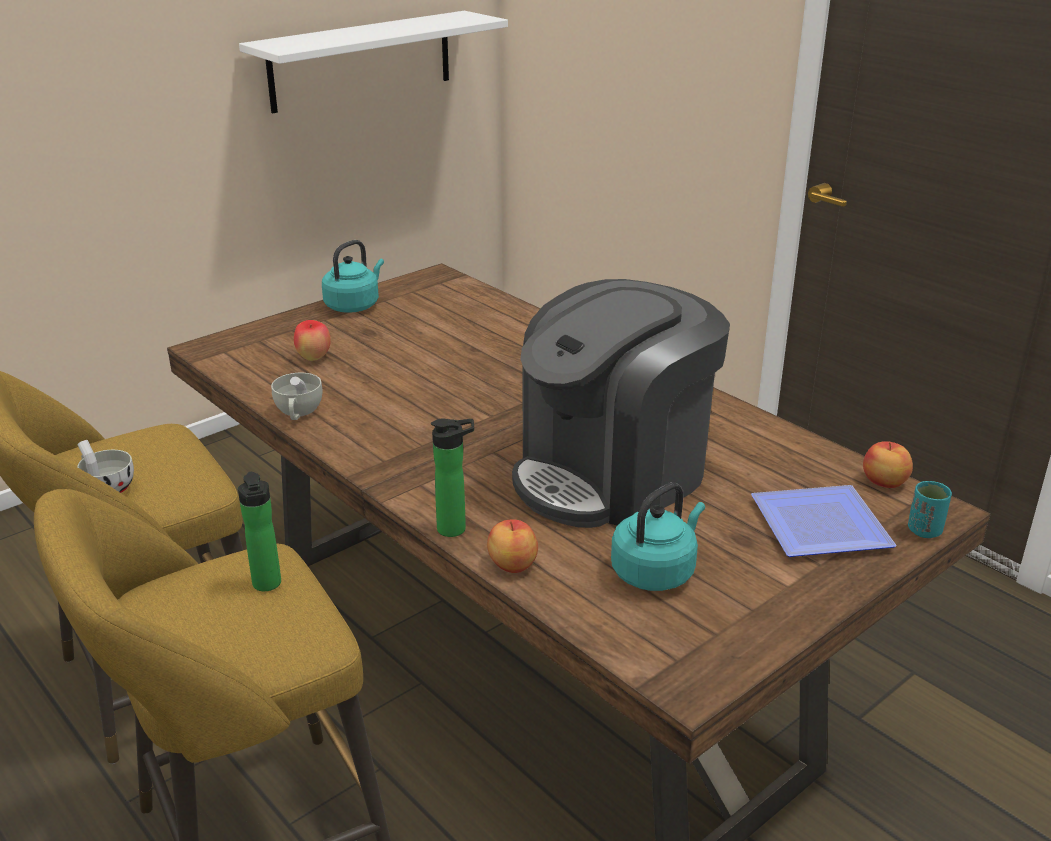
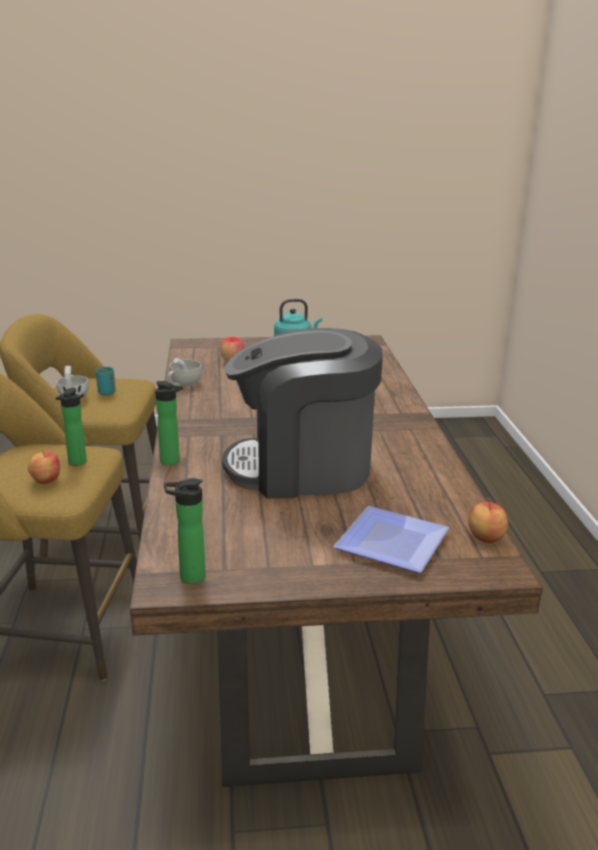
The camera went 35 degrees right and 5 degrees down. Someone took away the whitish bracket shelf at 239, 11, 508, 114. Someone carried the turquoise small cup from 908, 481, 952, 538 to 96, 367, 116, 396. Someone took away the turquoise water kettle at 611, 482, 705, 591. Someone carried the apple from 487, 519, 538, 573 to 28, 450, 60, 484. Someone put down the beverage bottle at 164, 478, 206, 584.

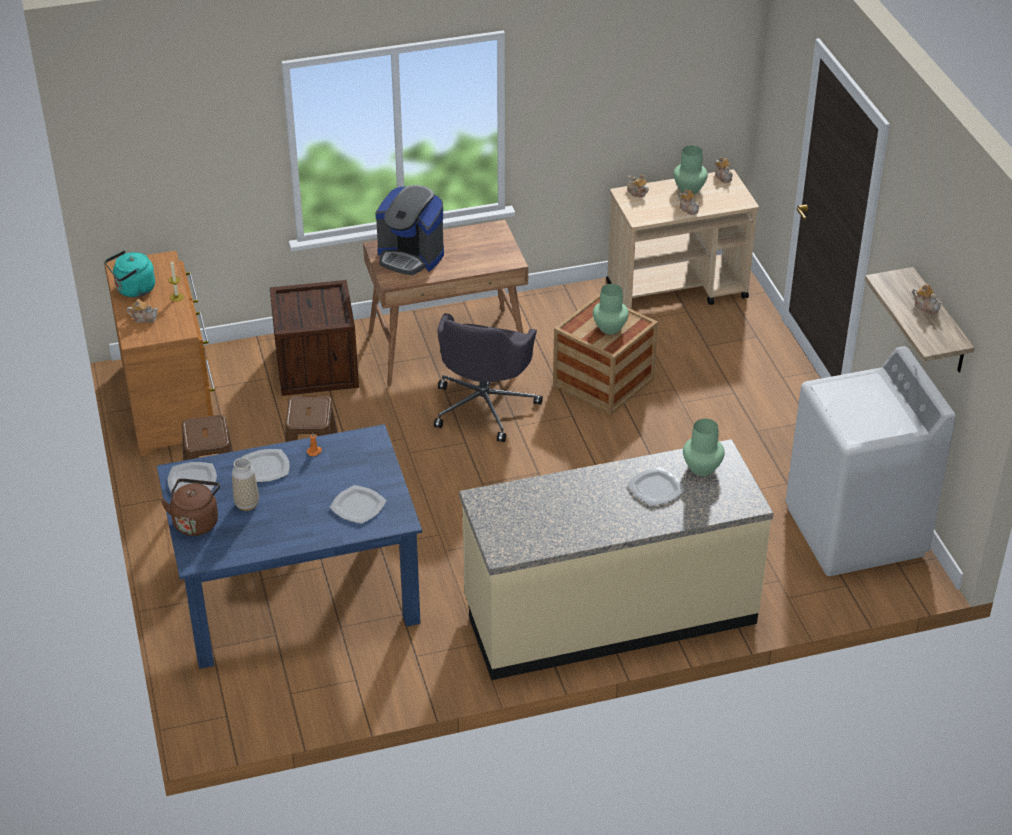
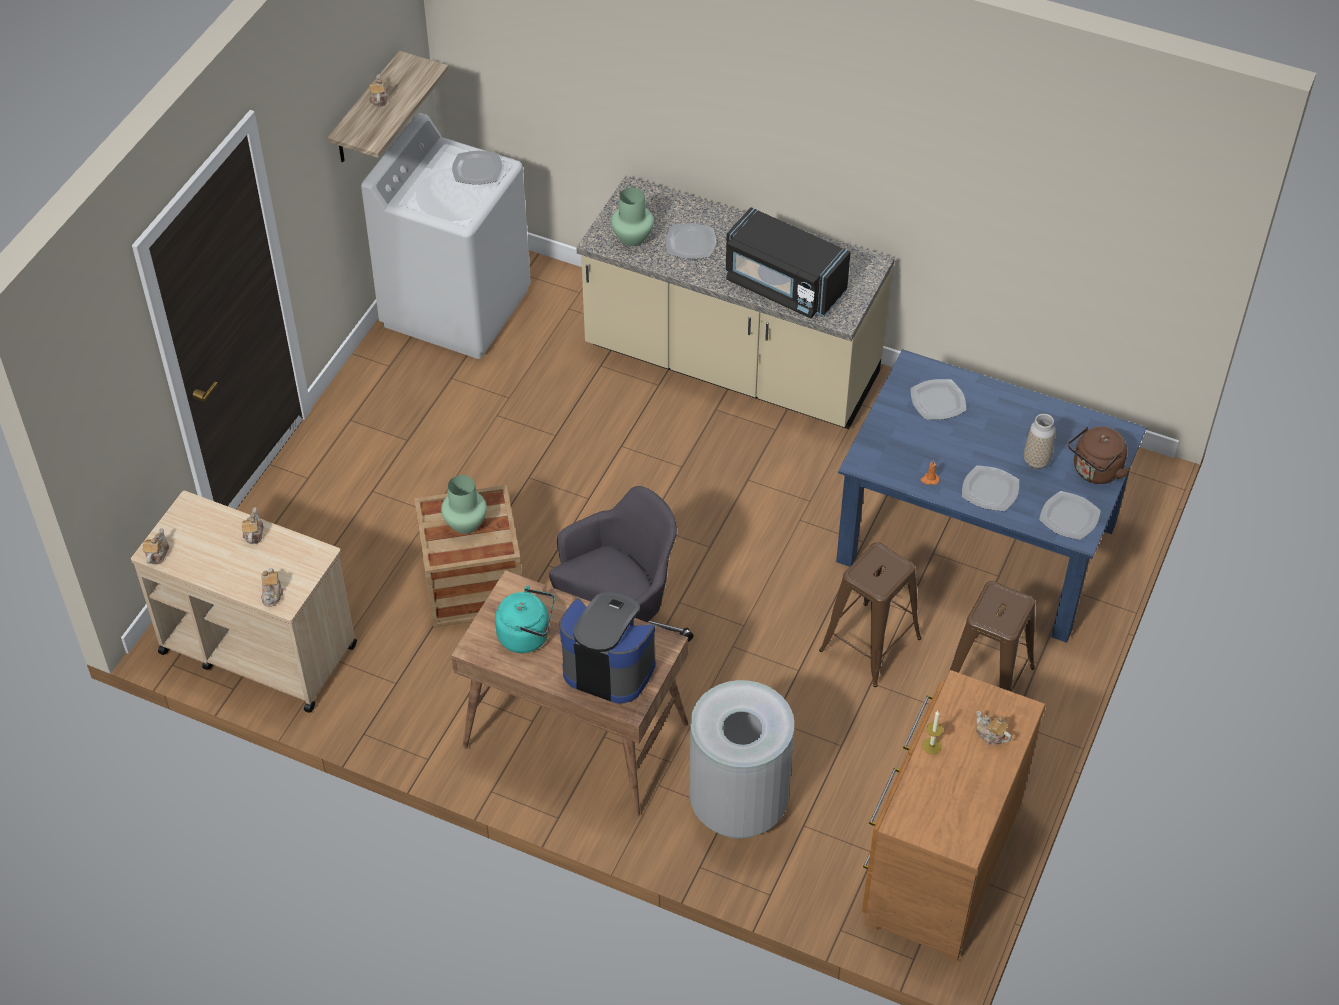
The camera went 140 degrees left and 10 degrees up. Someone took away the green-coloured vase at 674, 146, 708, 194. Someone rotated the coffee brewer at 376, 185, 444, 275 by 45 degrees counterclockwise. Someone carried the turquoise water kettle from 105, 250, 155, 297 to 495, 585, 555, 653. Someone swapped the shipping crate at 270, 280, 359, 396 for the grey waste bin at 689, 680, 794, 839. Someone put down the flat dish at 452, 151, 502, 184. Someone put down the black kitchen microwave at 726, 207, 851, 318.

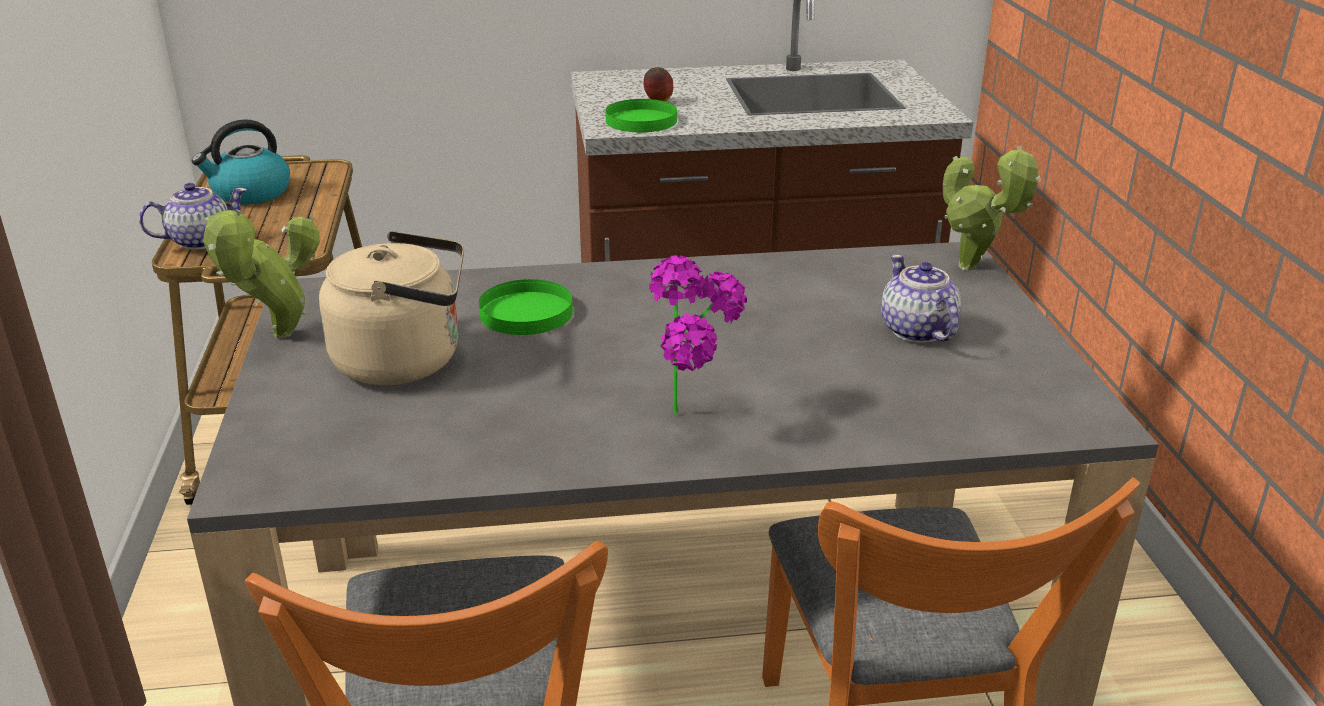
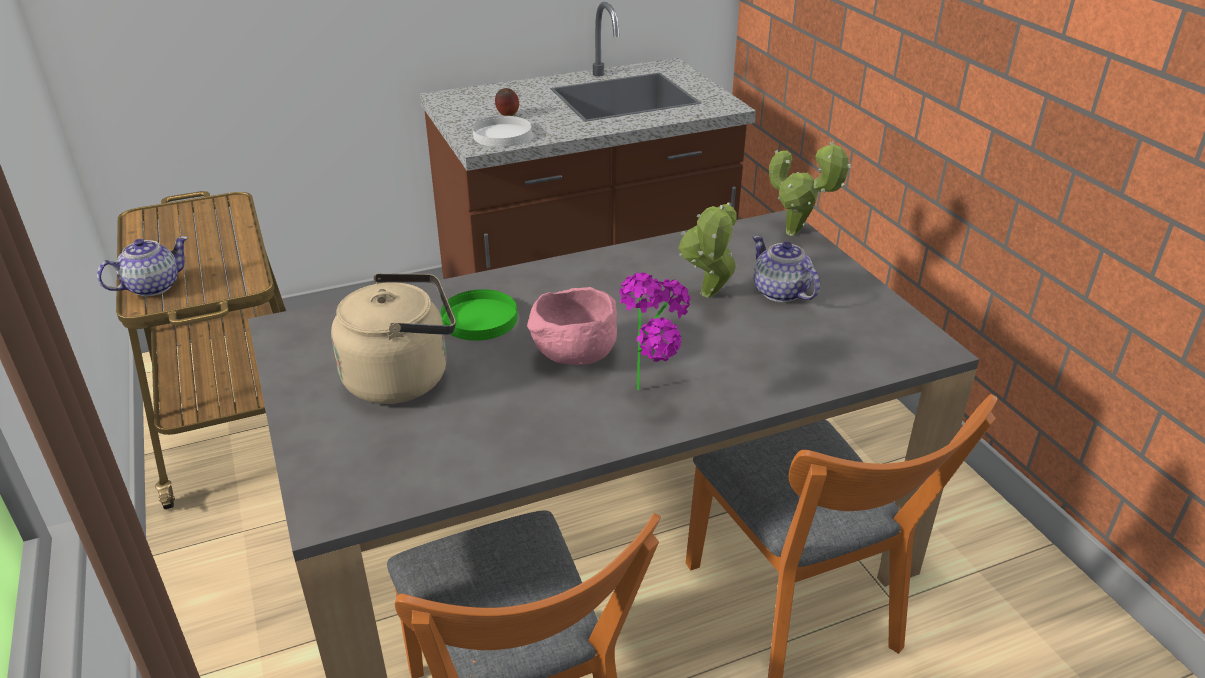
The camera went 15 degrees left and 5 degrees up. Someone repainted the green-coloured flat dish at 605, 99, 677, 132, which became the whitish flat dish at 473, 116, 532, 147. Someone took away the water kettle at 192, 119, 290, 205. Someone carried the plant in a pot from 203, 209, 320, 338 to 678, 202, 739, 298. Someone put down the pink-coloured deep dish at 527, 287, 617, 365.

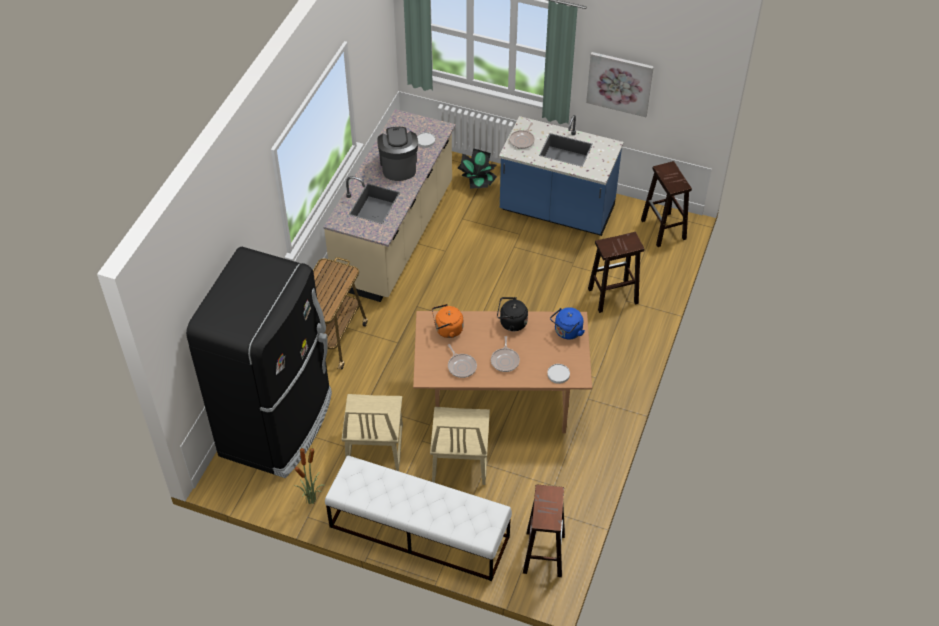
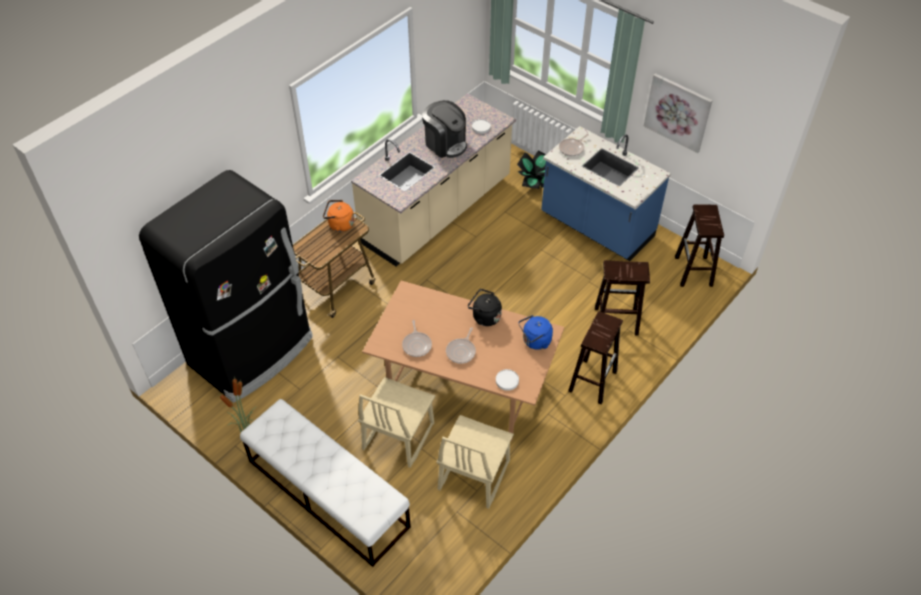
The camera went 20 degrees right and 0 degrees up. Someone rotated the coffee brewer at 377, 127, 418, 181 by 120 degrees clockwise. Someone carried the orange water kettle from 432, 304, 463, 338 to 323, 200, 354, 232. Someone carried the sand-coloured plain chair from 342, 394, 403, 471 to 436, 415, 514, 509. Someone carried the brown stool from 523, 485, 565, 577 to 568, 311, 623, 405.

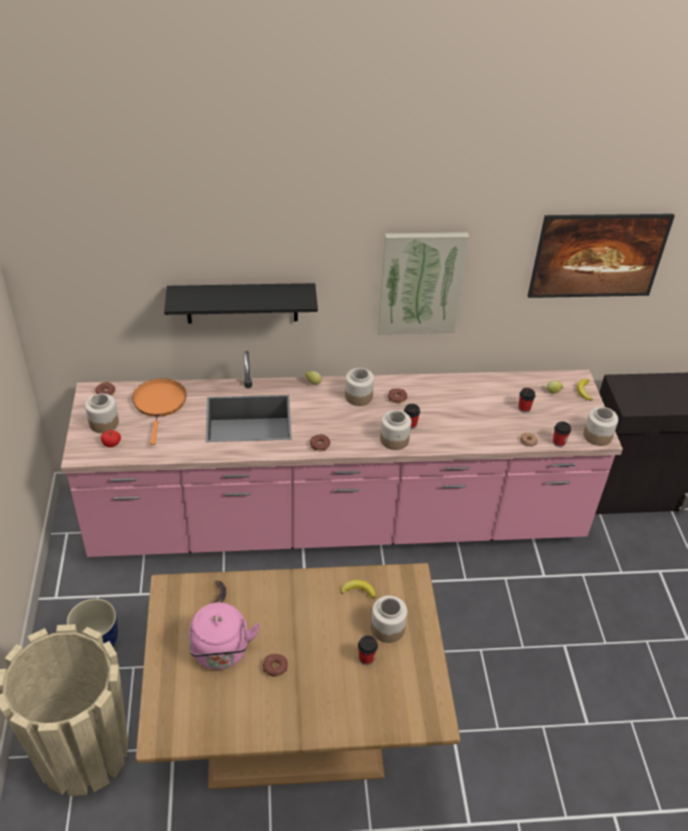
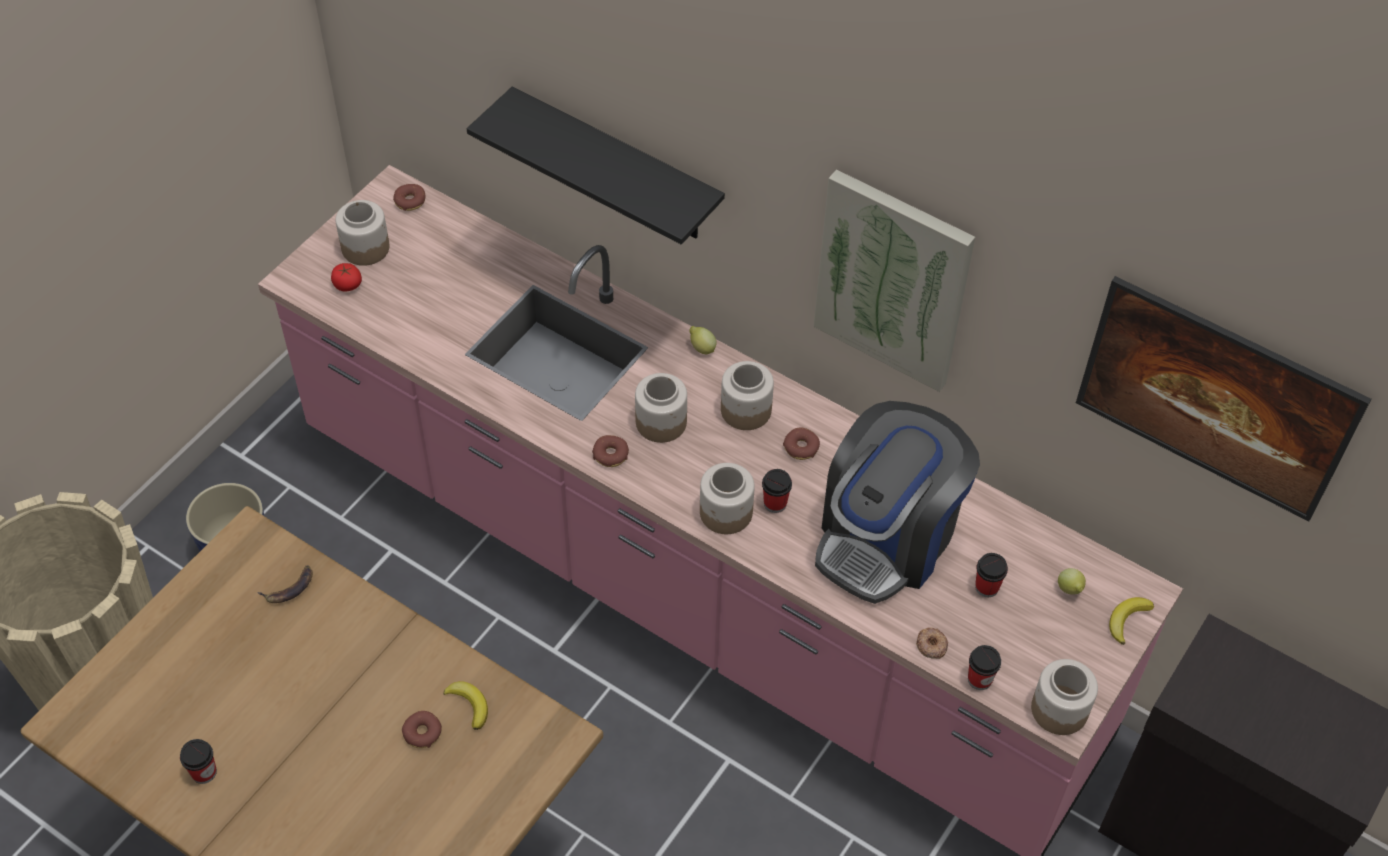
The camera went 40 degrees right and 10 degrees up. Someone took away the orange skillet at 132, 378, 187, 445. Someone carried the jar from 371, 596, 407, 643 to 635, 373, 687, 443. Someone took away the pink-coloured water kettle at 189, 602, 260, 670. Someone carried the small cup from 358, 635, 378, 665 to 180, 739, 217, 784. Someone carried the donut from 263, 654, 288, 677 to 402, 711, 442, 748. Someone put down the coffee brewer at 815, 401, 980, 604.

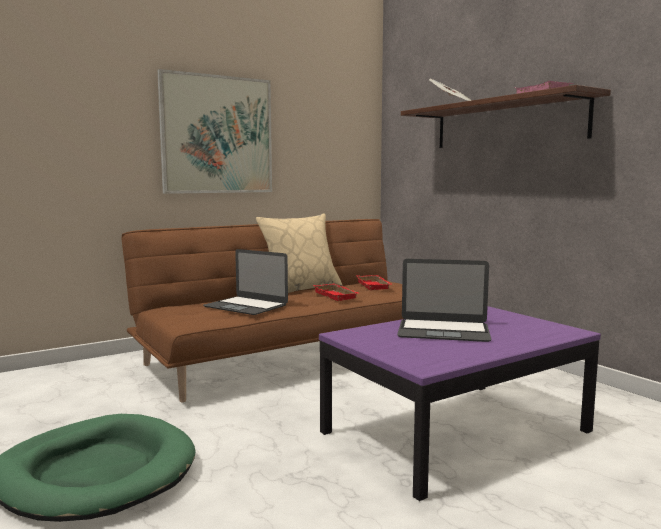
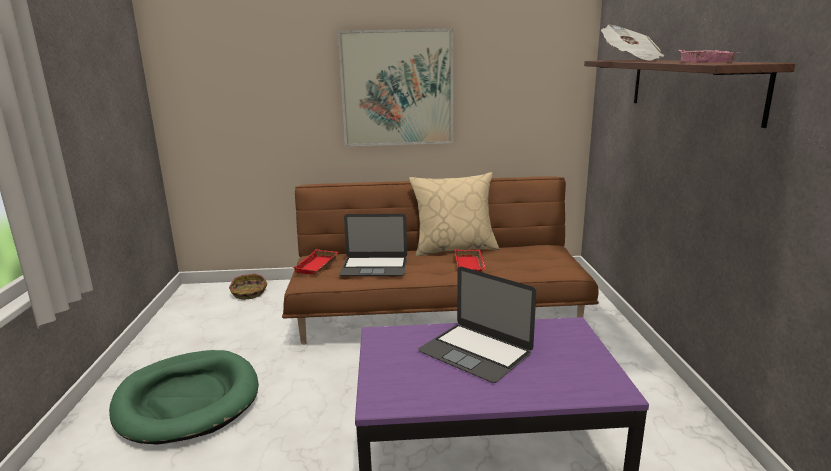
The camera went 30 degrees right and 10 degrees up. Someone rotated the laptop at 203, 249, 288, 315 by 60 degrees counterclockwise. Someone carried the reddish carrying tray from 356, 275, 393, 290 to 293, 249, 338, 274. Someone put down the storage basket at 229, 273, 267, 300.

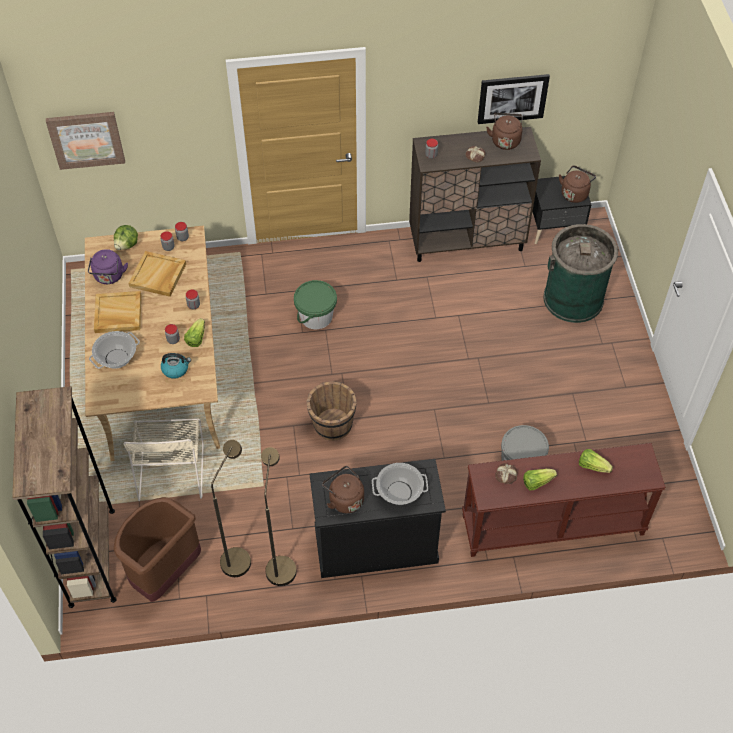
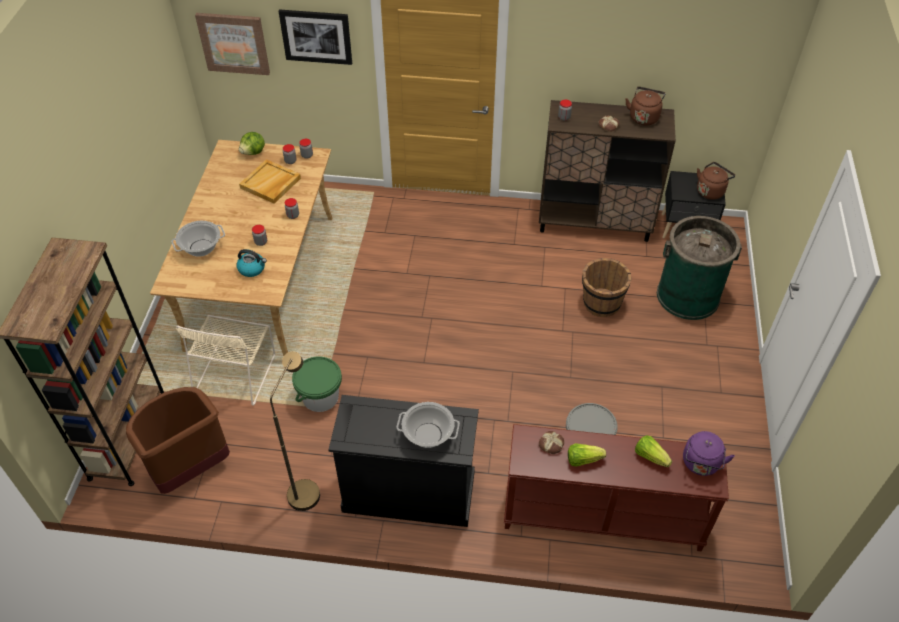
The camera went 15 degrees right and 5 degrees down. Someone carried the wall art from 478, 74, 550, 124 to 279, 9, 352, 65. Someone carried the purple water kettle from 88, 249, 128, 284 to 683, 431, 735, 476. Someone carried the green-coloured bucket from 294, 280, 337, 329 to 292, 357, 342, 412. Someone took away the sand-coloured carrying tray at 94, 291, 141, 333. Someone took away the lettuce at 184, 318, 205, 347. Someone carried the brown bucket from 306, 381, 357, 441 to 582, 258, 631, 317. Someone took away the brown standing lamp at 211, 440, 251, 577. Someone took away the brown water kettle at 322, 466, 364, 513.

